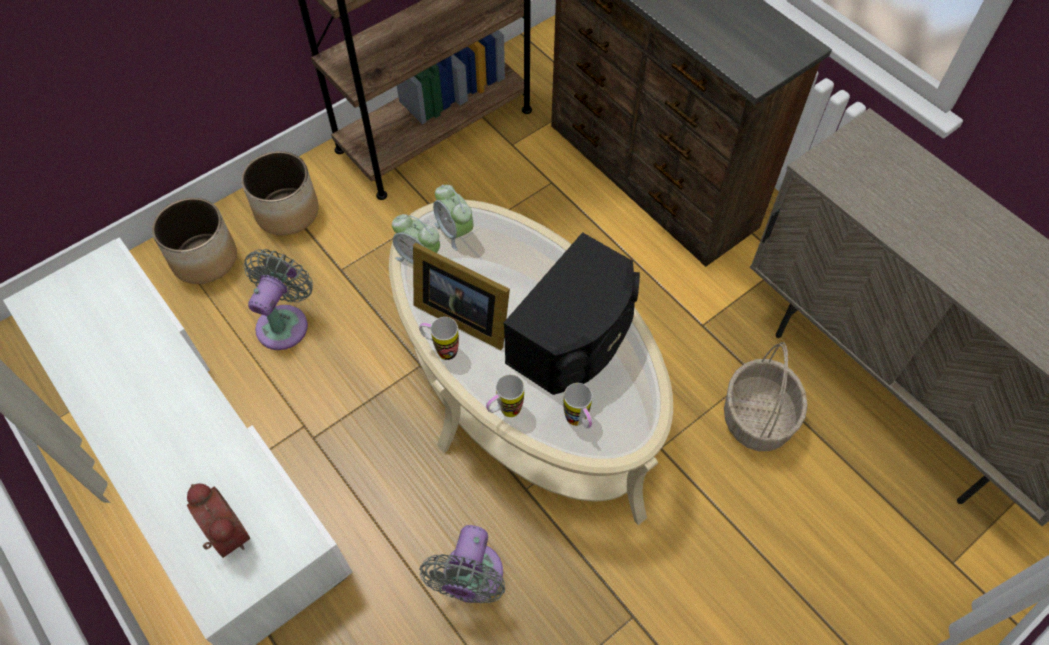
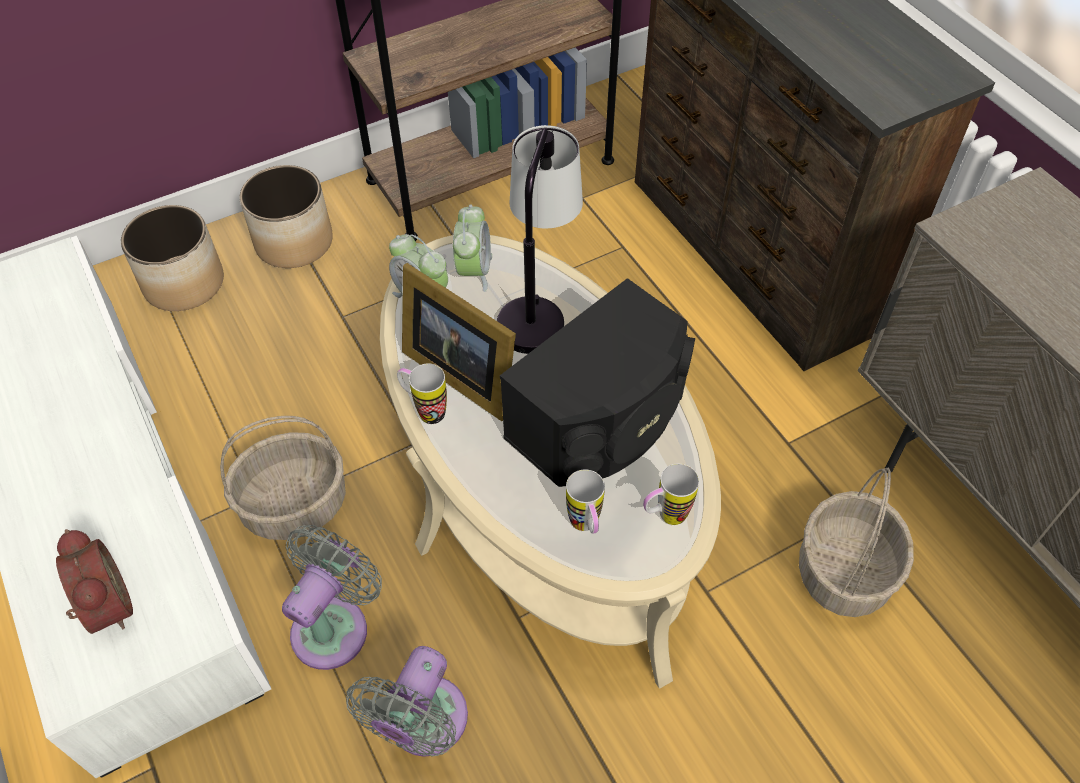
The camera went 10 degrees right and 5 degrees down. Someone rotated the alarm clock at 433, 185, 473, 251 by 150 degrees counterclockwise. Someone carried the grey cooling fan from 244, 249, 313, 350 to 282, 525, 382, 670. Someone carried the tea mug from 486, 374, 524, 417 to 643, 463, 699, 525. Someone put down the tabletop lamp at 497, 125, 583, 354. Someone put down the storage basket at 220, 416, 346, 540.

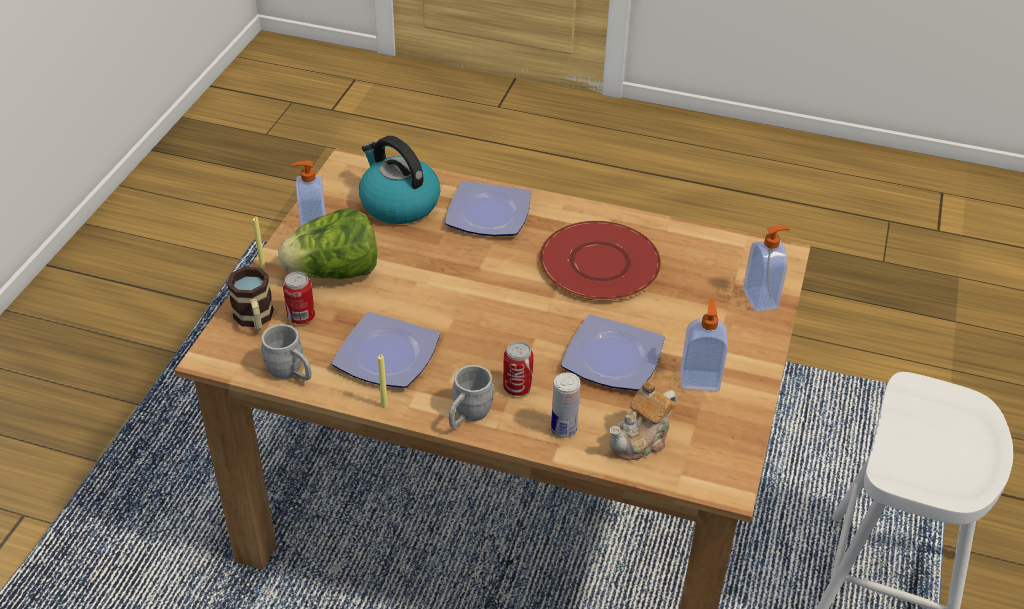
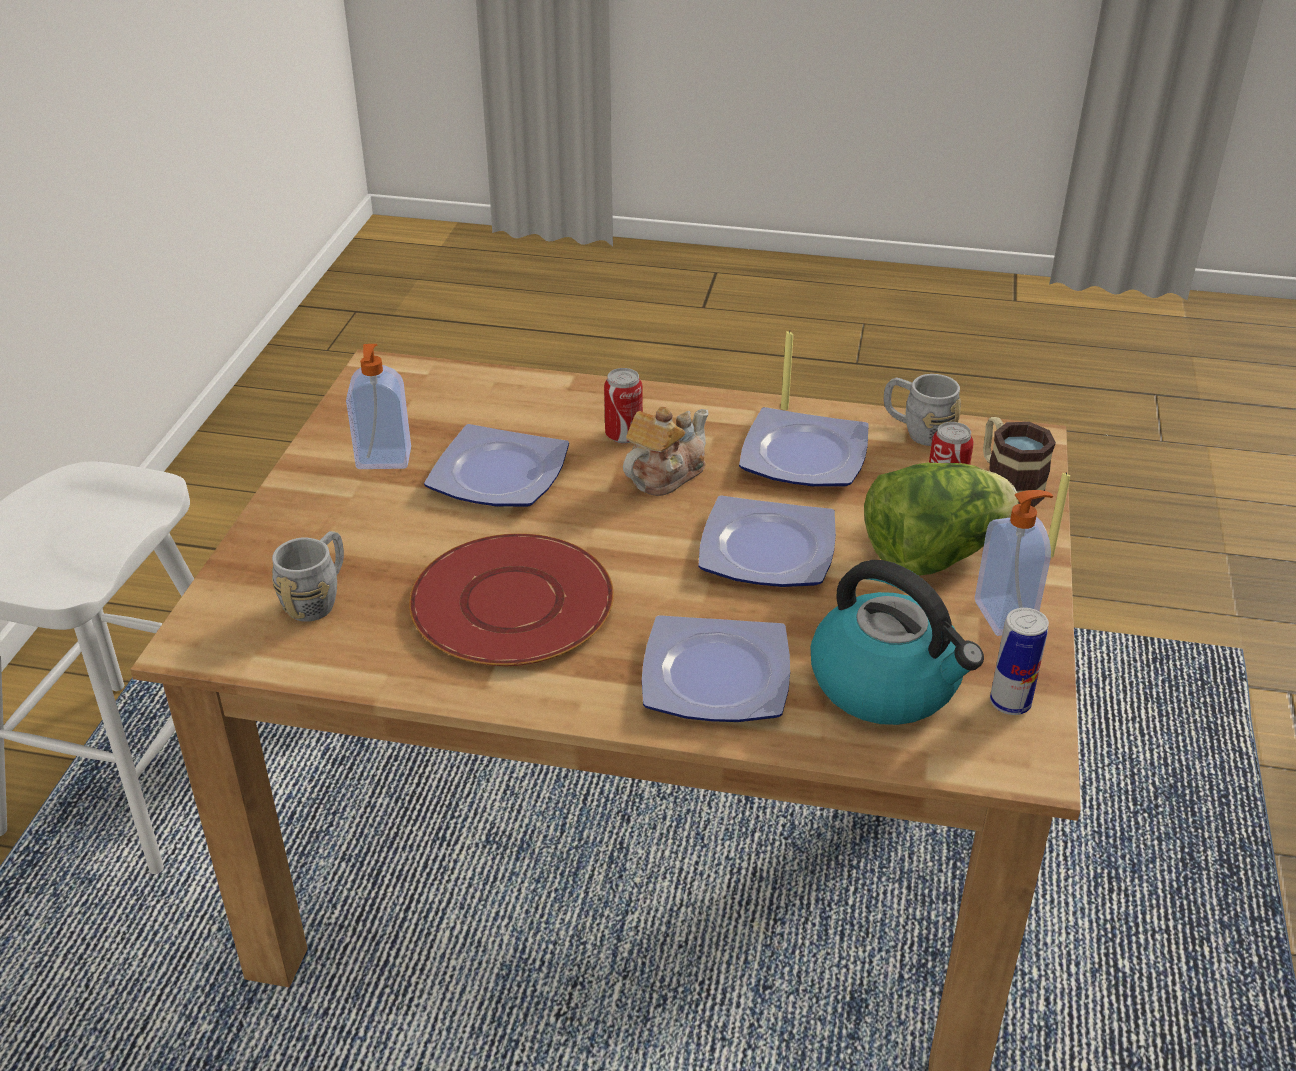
The camera went 175 degrees right and 5 degrees down. Someone took away the soap bottle at 743, 226, 790, 312. Someone carried the grey tea mug from 449, 365, 494, 428 to 272, 531, 344, 622. Someone carried the sealed can from 551, 373, 580, 438 to 990, 608, 1049, 715. Someone carried the teapot from 609, 381, 677, 460 to 623, 406, 709, 496. Someone put down the flat dish at 698, 495, 836, 587.

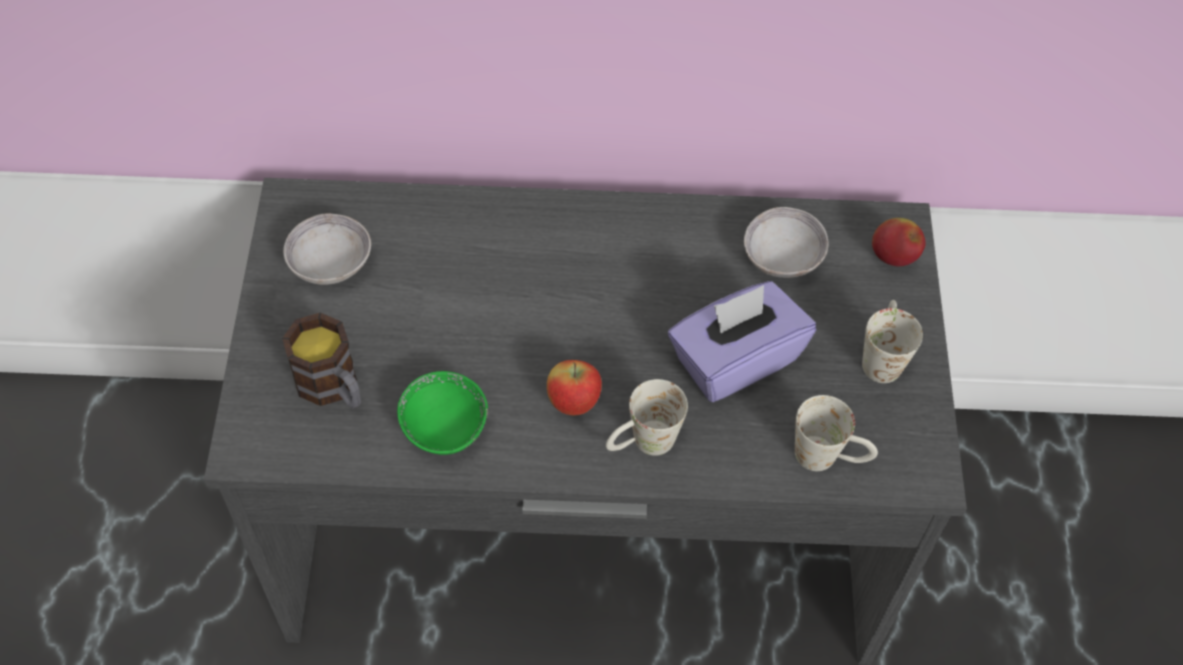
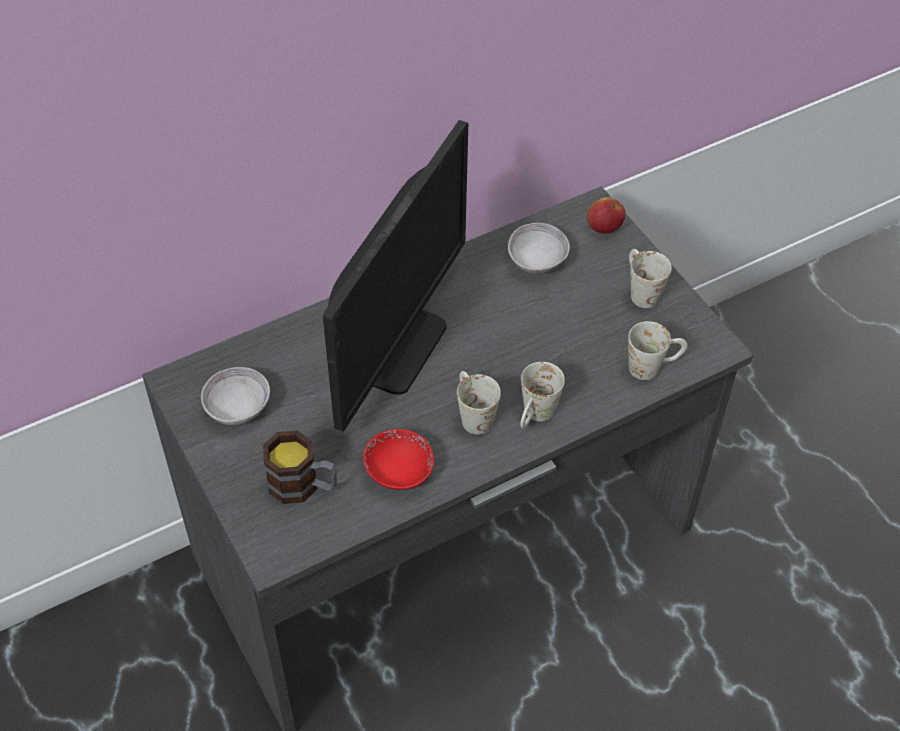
The camera went 30 degrees left and 5 degrees down. Someone took away the purple tissue holder at 668, 281, 816, 402. Someone swapped the apple at 547, 360, 602, 415 for the whitish tea mug at 457, 371, 501, 434. Someone repainted the green-coloured deep dish at 397, 371, 488, 455, which became the reddish deep dish at 363, 429, 434, 490. Someone put down the monitor at 323, 120, 468, 432.

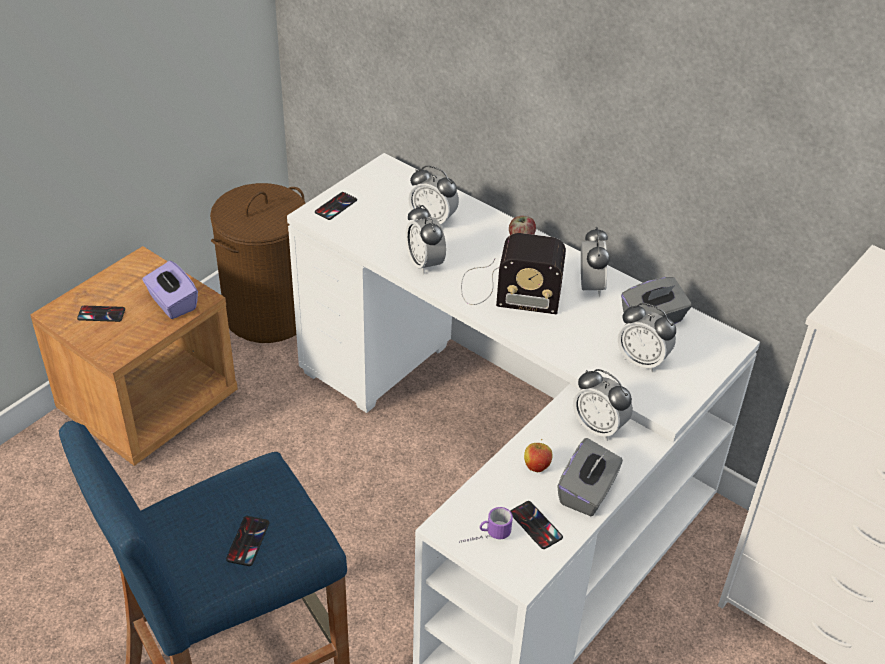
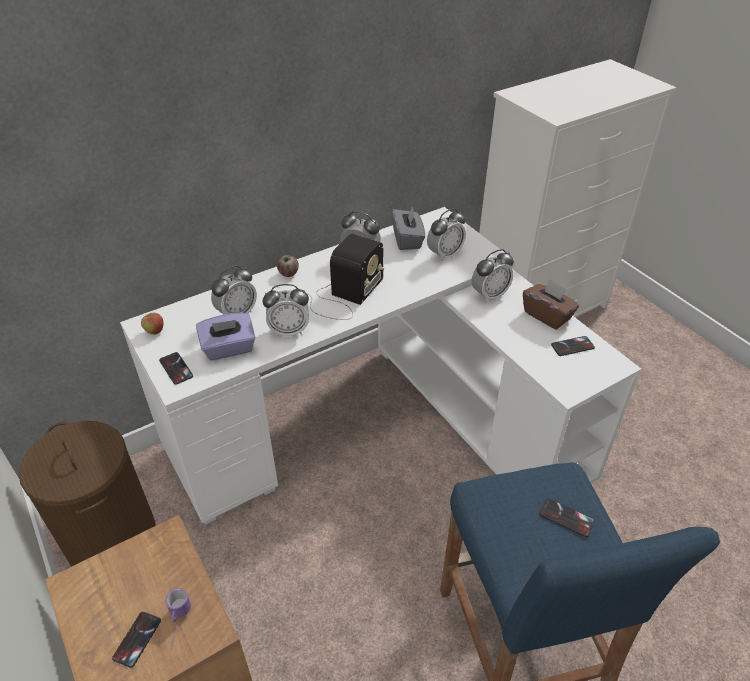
The camera went 70 degrees left and 0 degrees up. Someone carried the purple tissue holder from 142, 261, 198, 319 to 196, 313, 255, 360. Someone repainted the grey tissue holder at 557, 438, 623, 516, which became the brown tissue holder at 523, 279, 579, 330. Someone carried the apple from 524, 439, 553, 472 to 141, 313, 164, 335. Someone carried the tea mug from 459, 507, 513, 543 to 165, 588, 191, 647.

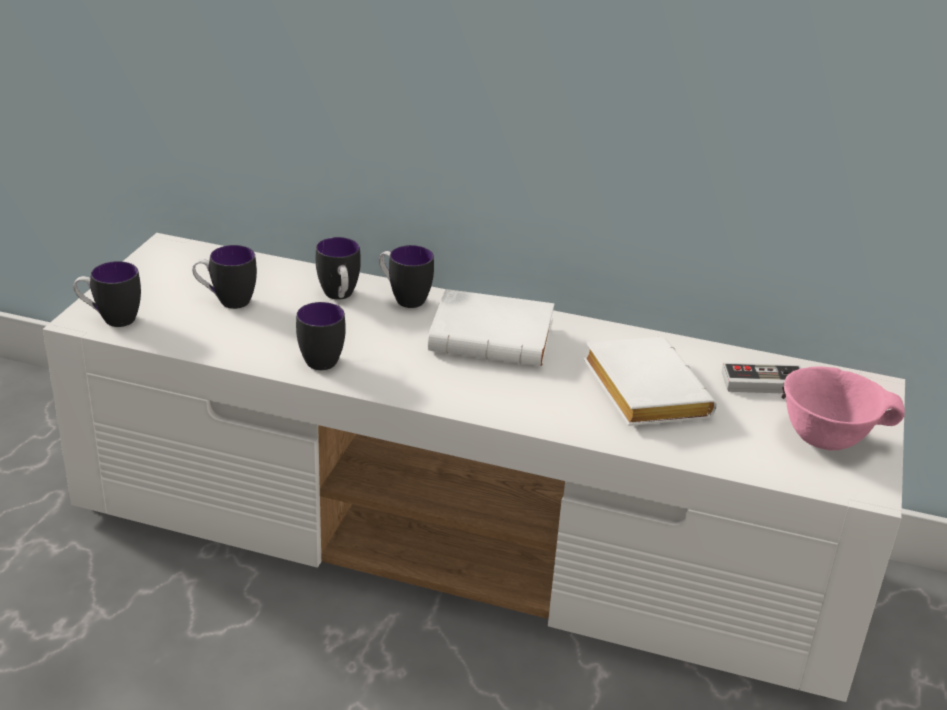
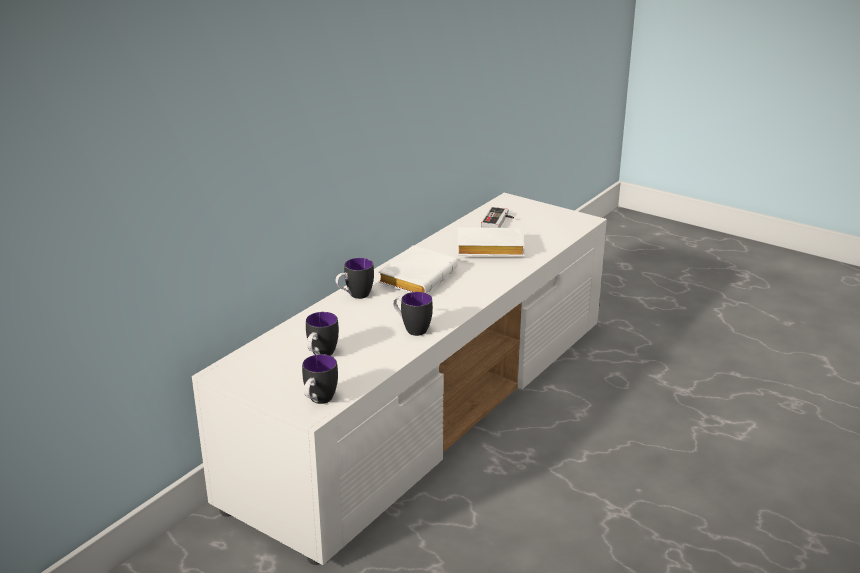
The camera went 70 degrees left and 5 degrees down. Someone took away the tea mug at 316, 237, 361, 300. Someone took away the pink-coloured deep dish at 784, 366, 905, 450.

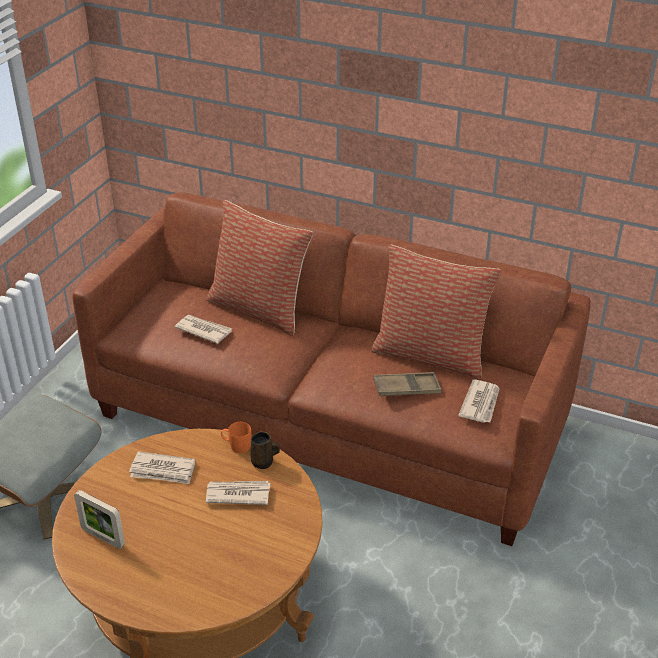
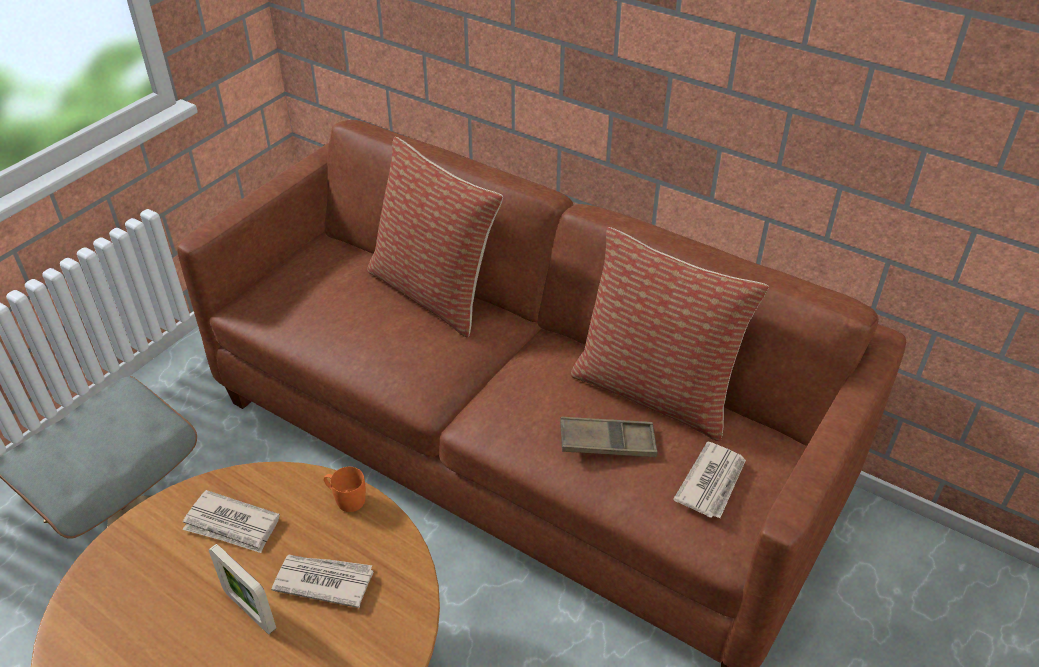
The camera went 10 degrees right and 5 degrees up. Someone took away the newspaper at 175, 315, 232, 344. Someone took away the brown tea mug at 250, 432, 280, 469. Someone carried the photo frame from 74, 490, 125, 549 to 209, 544, 276, 634.

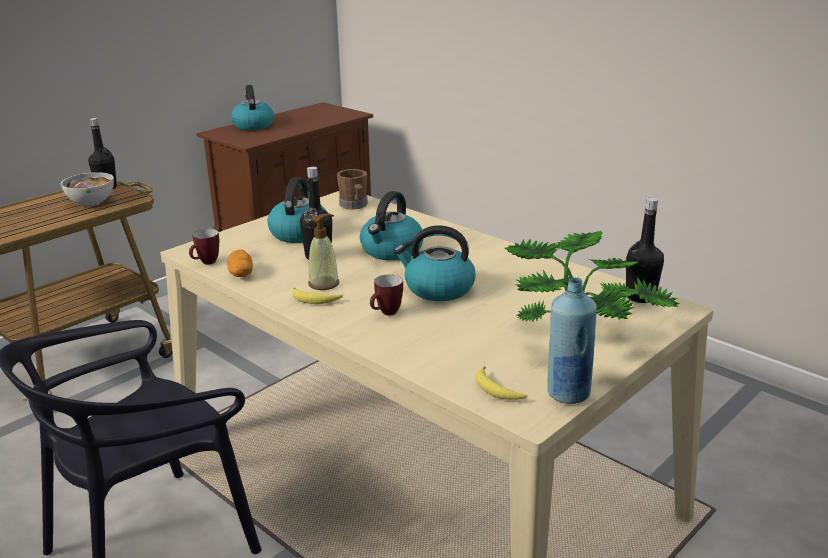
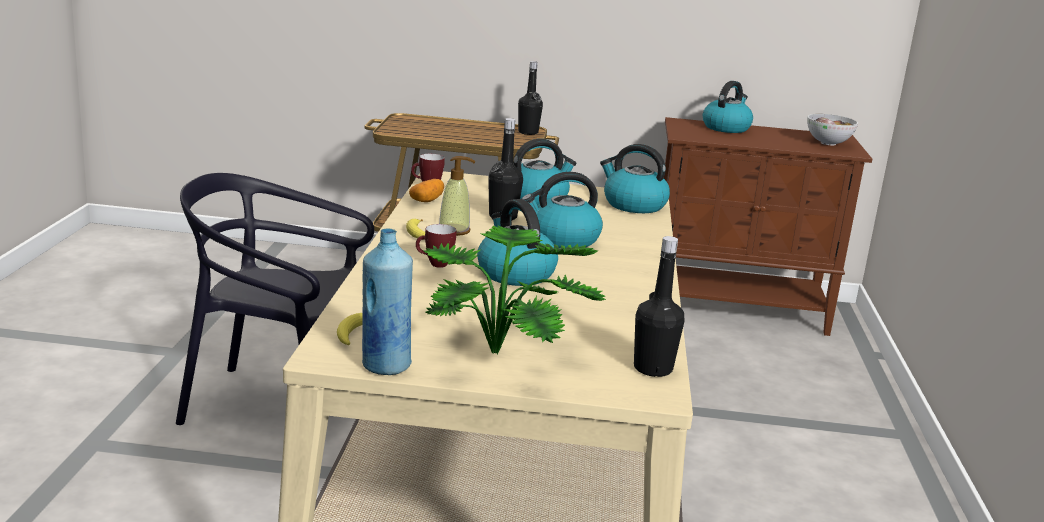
The camera went 50 degrees right and 5 degrees down. Someone swapped the brown tea mug at 337, 169, 368, 209 for the water kettle at 600, 144, 670, 213. Someone carried the deep dish from 61, 172, 114, 206 to 807, 114, 858, 145.

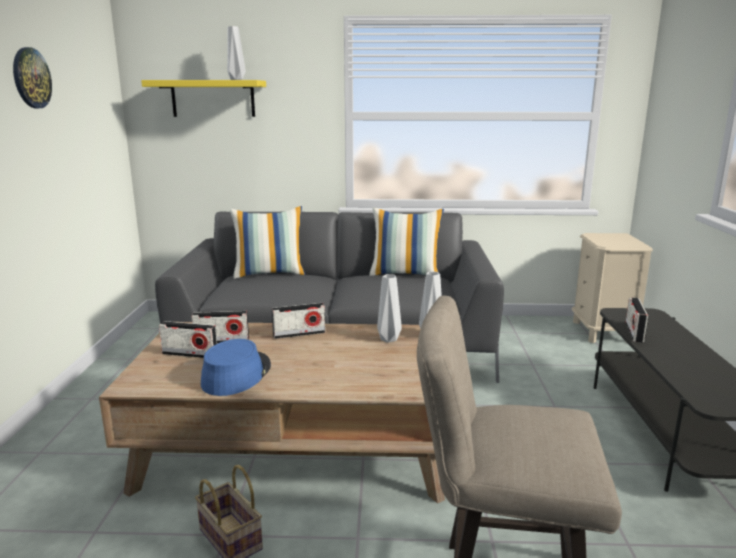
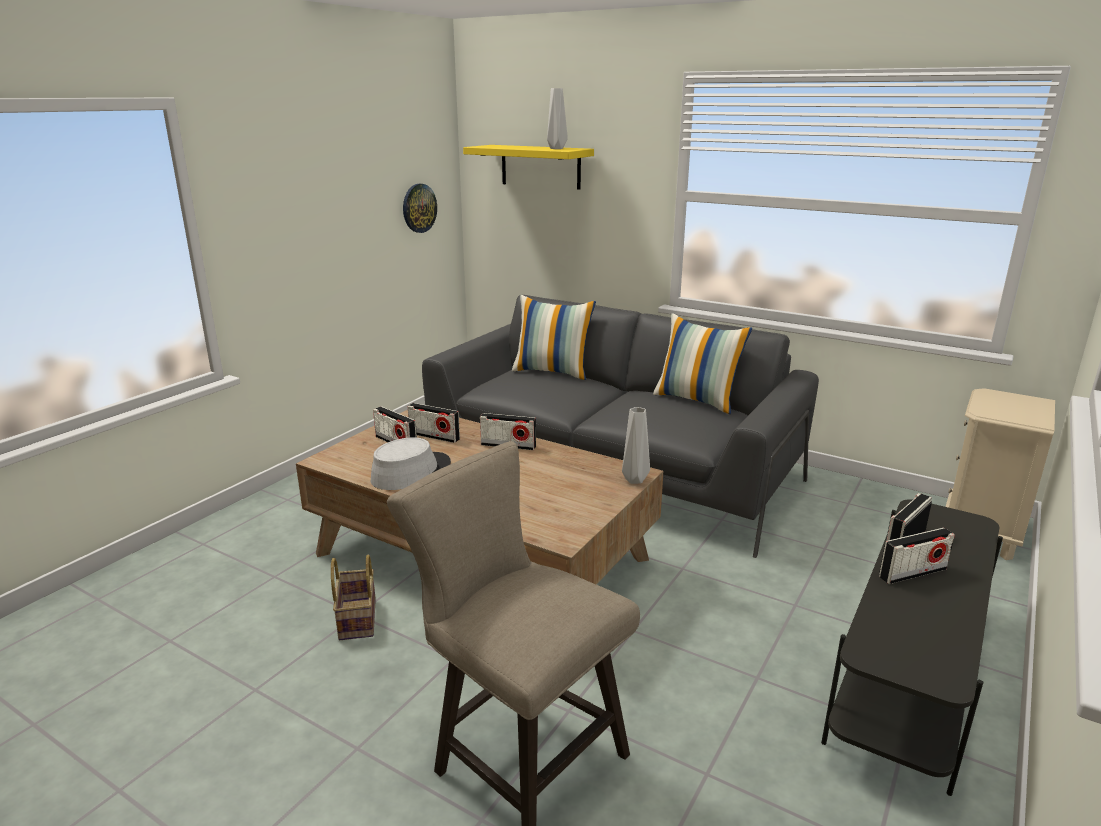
The camera went 30 degrees right and 5 degrees up. Someone carried the wall clock from 13, 47, 52, 108 to 403, 184, 437, 233. Someone took away the grey vase at 377, 274, 402, 343. Someone repainted the blue clothing hat at 201, 339, 271, 396, which became the grey clothing hat at 371, 437, 451, 490. Someone put down the radio receiver at 879, 528, 955, 584.

